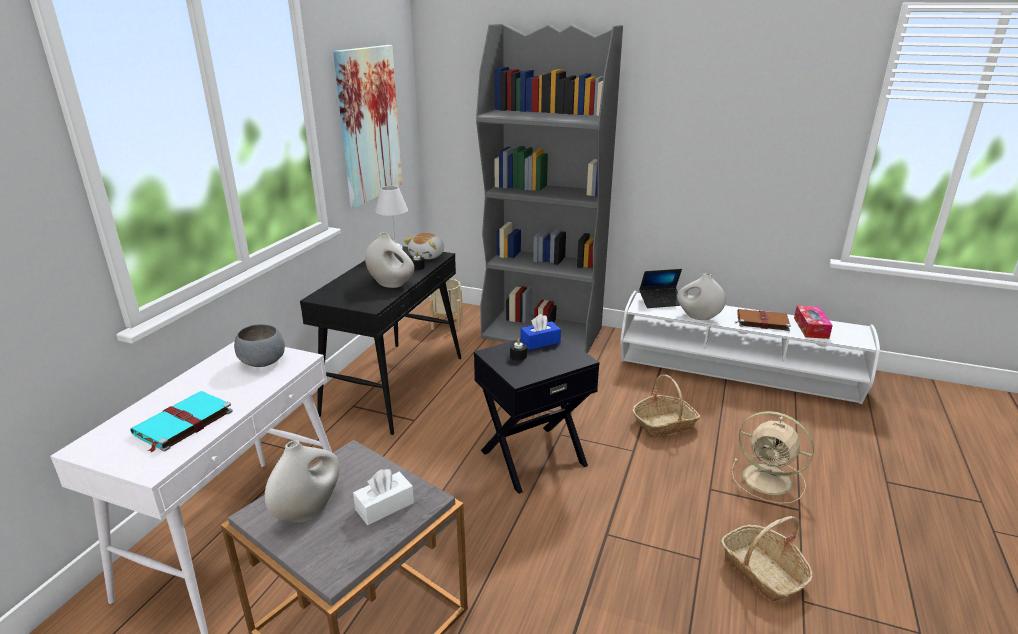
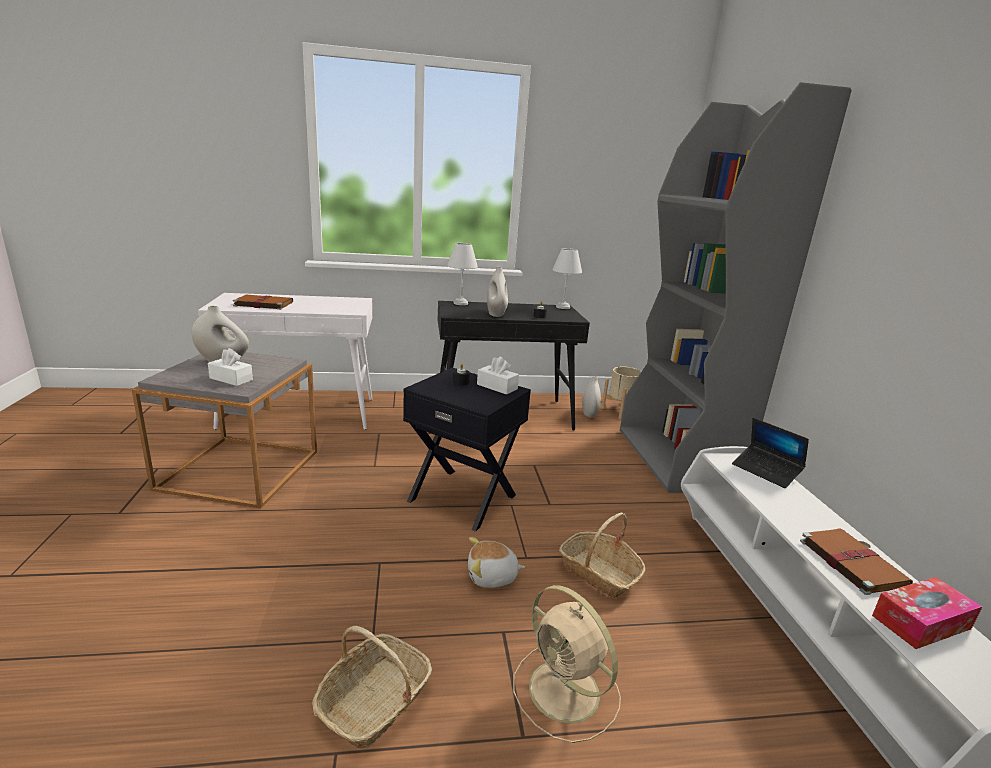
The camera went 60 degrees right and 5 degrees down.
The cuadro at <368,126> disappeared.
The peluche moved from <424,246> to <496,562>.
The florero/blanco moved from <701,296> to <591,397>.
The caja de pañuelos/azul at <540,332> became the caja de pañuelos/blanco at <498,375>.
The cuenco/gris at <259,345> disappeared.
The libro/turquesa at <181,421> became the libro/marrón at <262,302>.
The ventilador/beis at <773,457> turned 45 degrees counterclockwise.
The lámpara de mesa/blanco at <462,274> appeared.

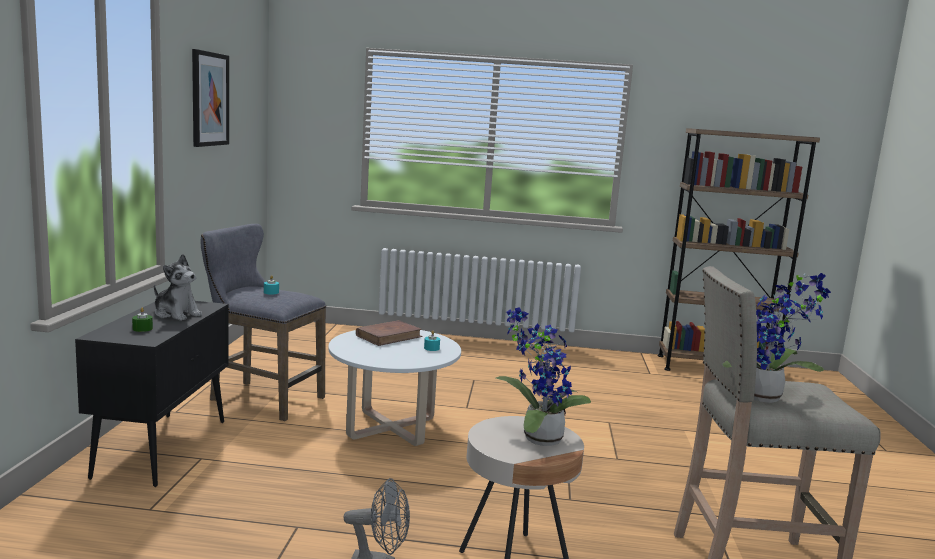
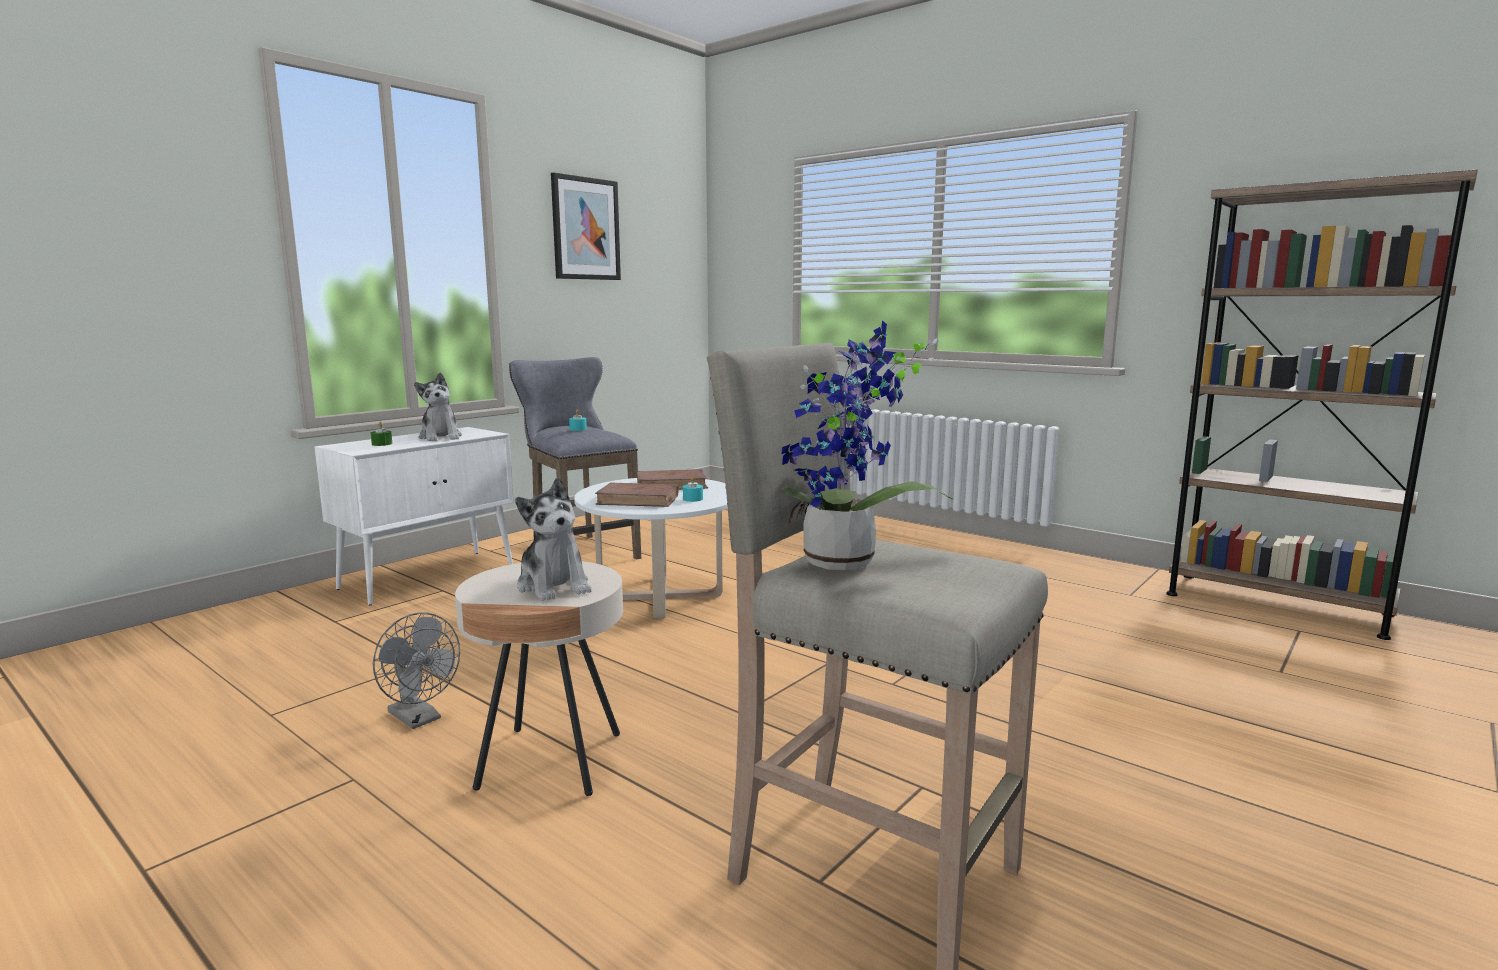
The camera went 35 degrees right and 0 degrees up.
The armario/negro at <152,394> became the armario/blanco at <414,516>.
The planta en maceta at <543,376> was replaced by the peluche at <553,539>.
The libro/marrón at <636,494> appeared.

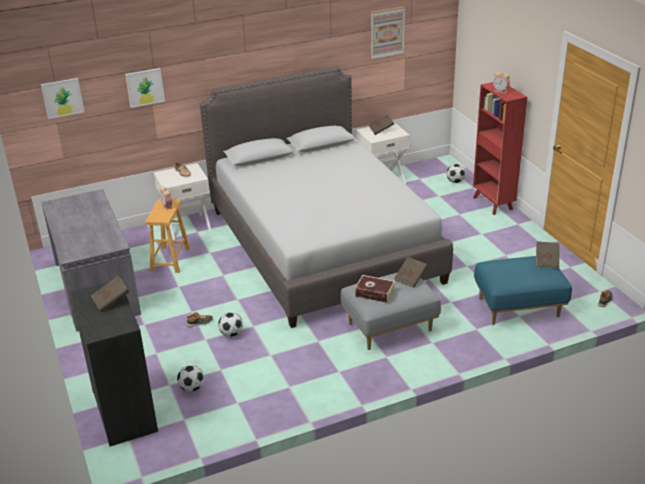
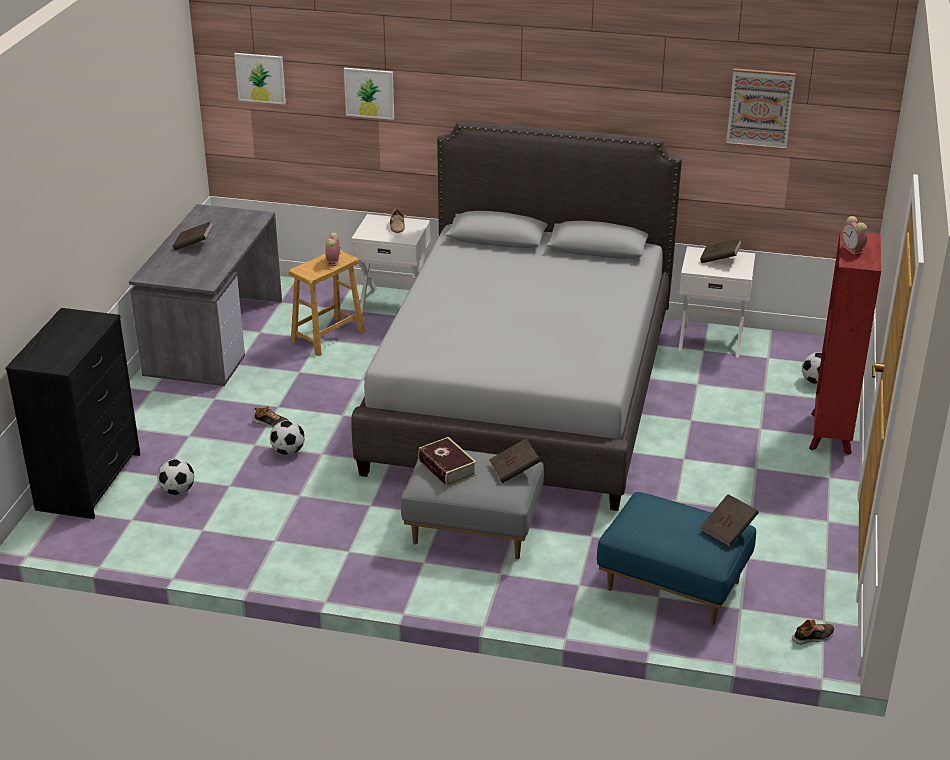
The camera went 35 degrees right and 0 degrees up.
The libro/marrón moved from <110,294> to <193,235>.

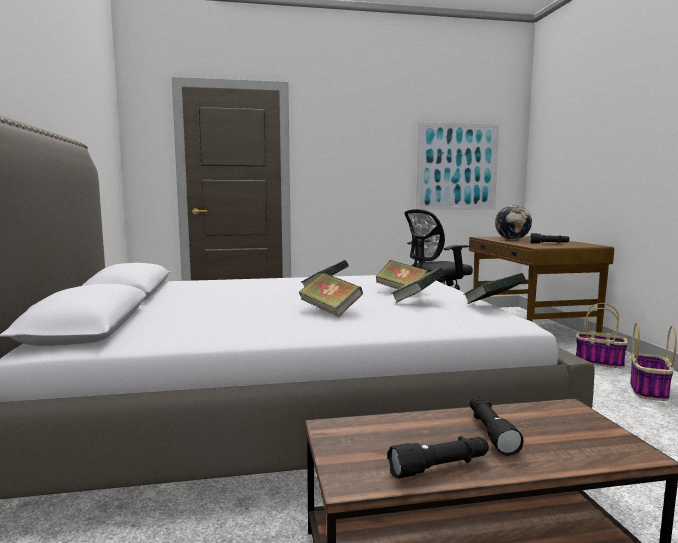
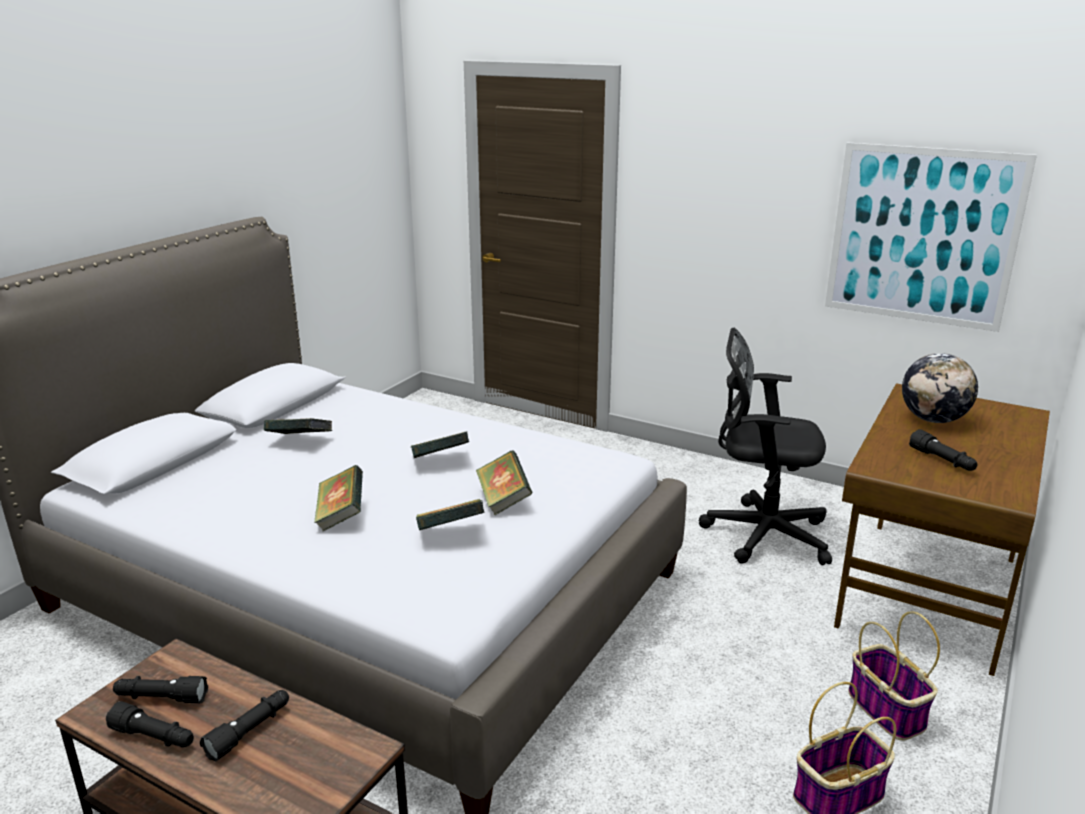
The camera went 40 degrees right and 15 degrees up.
The libro moved from <494,288> to <298,426>.
The linterna/negro at <160,689> appeared.

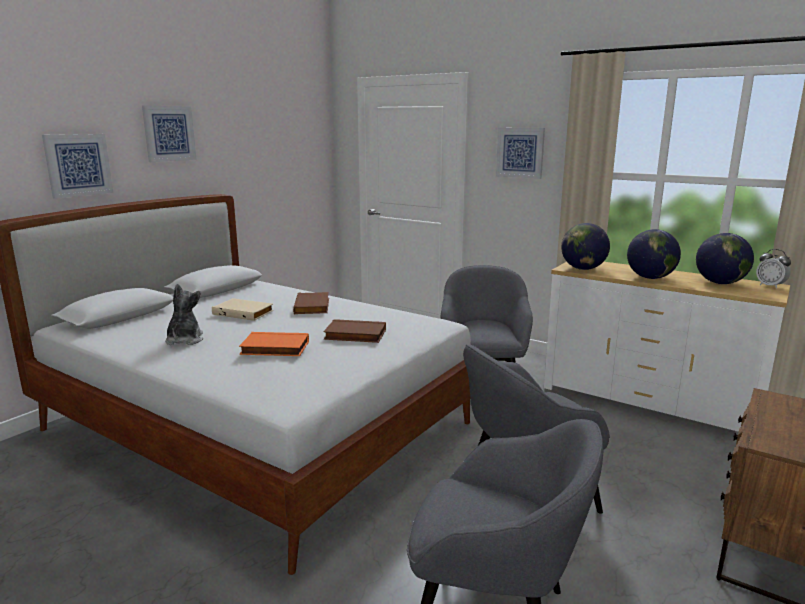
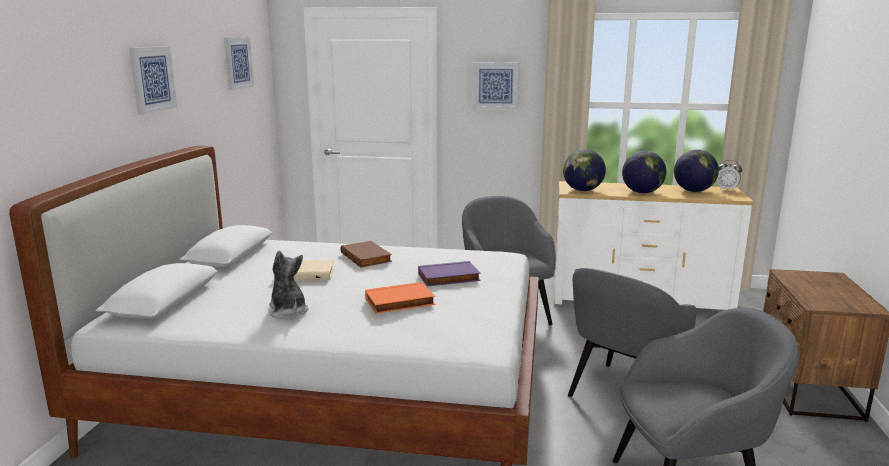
The camera went 25 degrees left and 0 degrees up.
The cuadro moved from <77,166> to <239,63>.
The libro/marrón at <354,331> became the libro/morado at <449,273>.

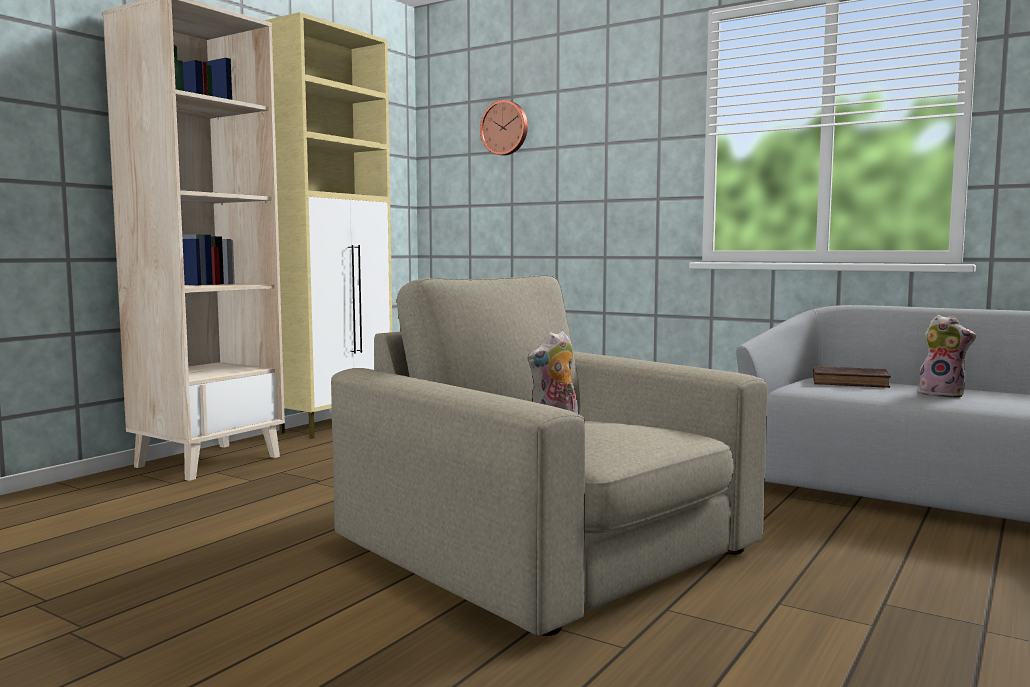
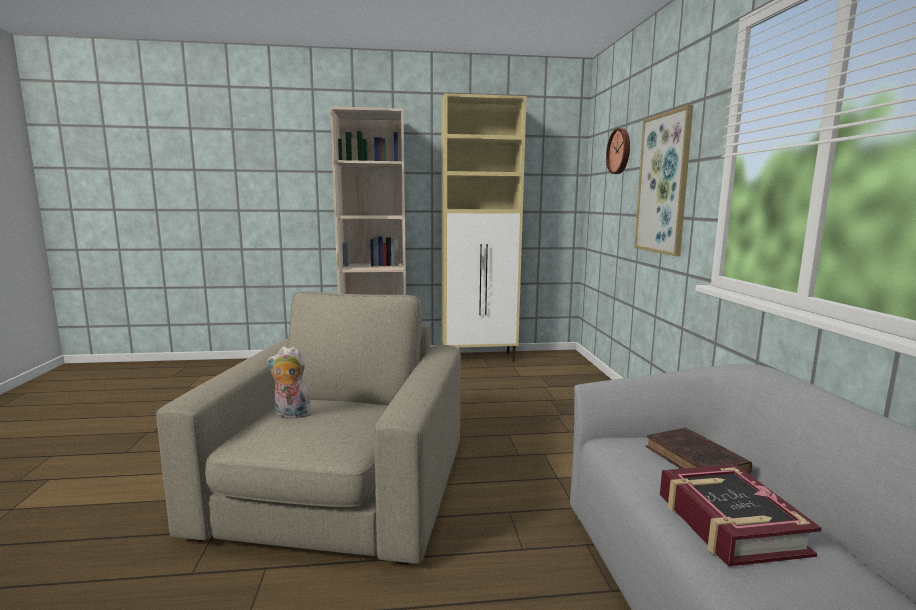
The camera went 50 degrees right and 5 degrees up.
The peluche at <947,356> was replaced by the libro at <741,515>.
The cuadro at <663,180> appeared.

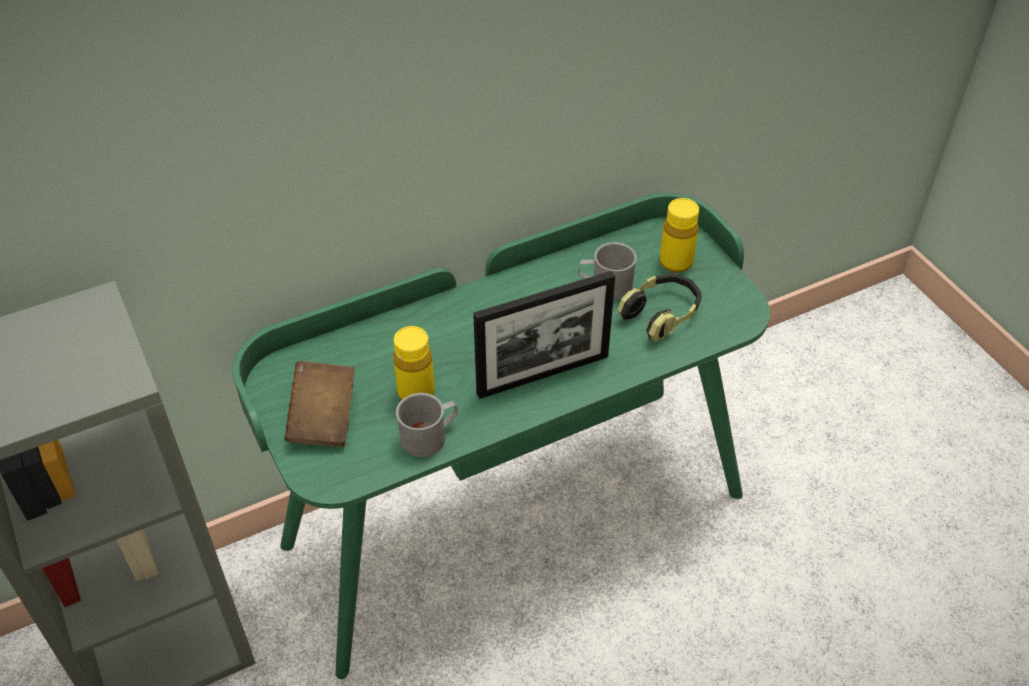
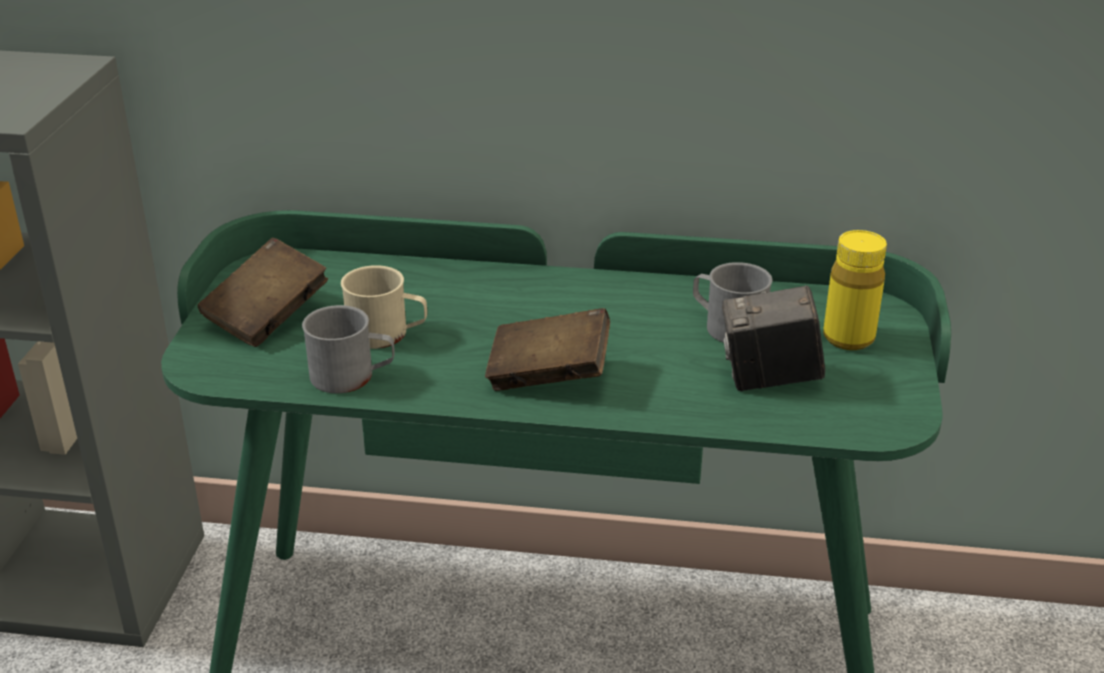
The camera went 35 degrees right and 15 degrees down.
The portarretratos at <544,335> was replaced by the libro/marrón at <547,349>.
The auriculares at <659,307> was replaced by the cámara at <773,338>.
The botella/amarillo at <414,363> was replaced by the taza grande/beis at <384,307>.

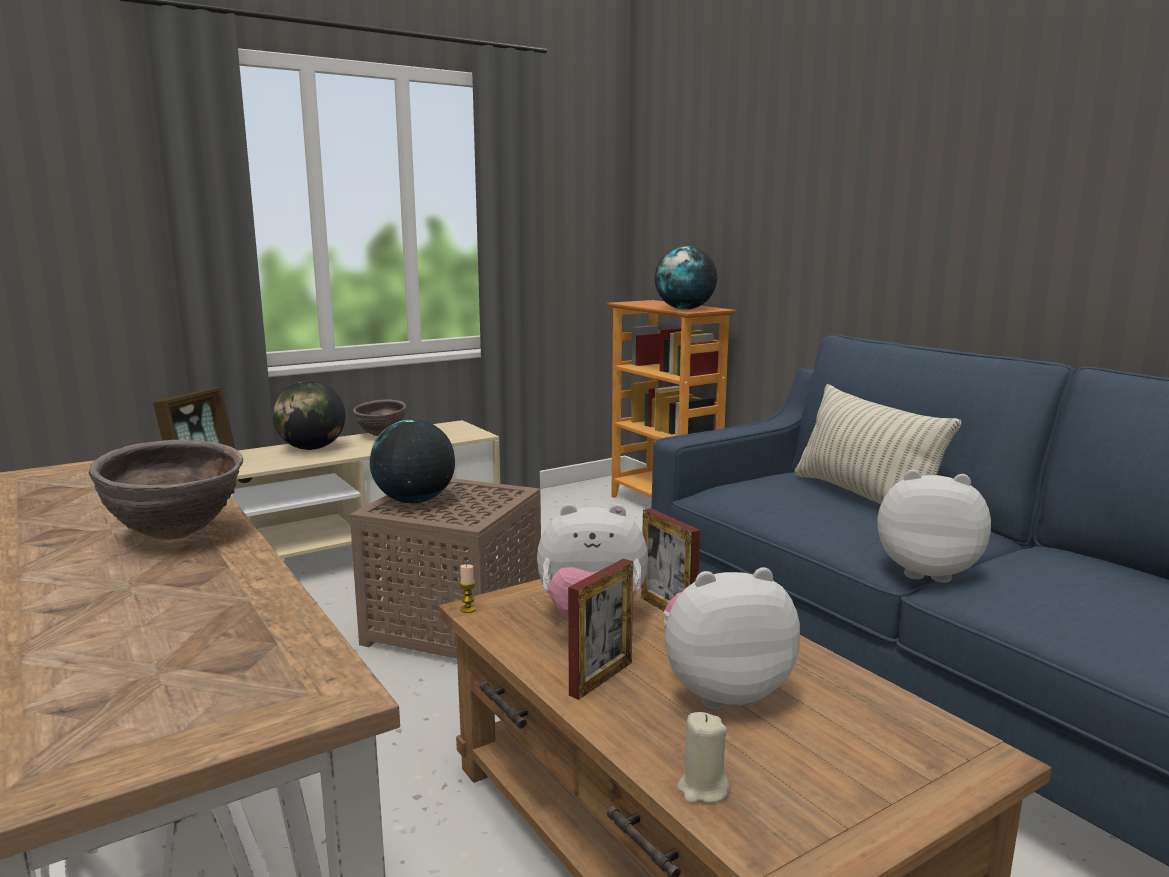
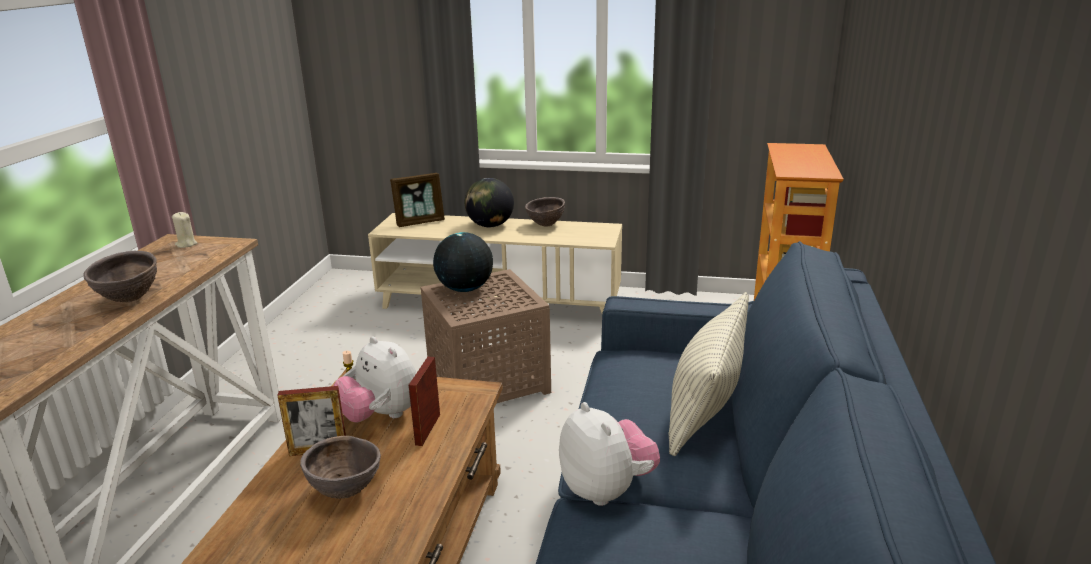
The camera went 45 degrees right and 10 degrees up.
The globo terráqueo at <686,278> disappeared.
The peluche at <731,638> was replaced by the cuenco/marrón at <340,467>.
The vela/beis moved from <703,757> to <185,230>.

